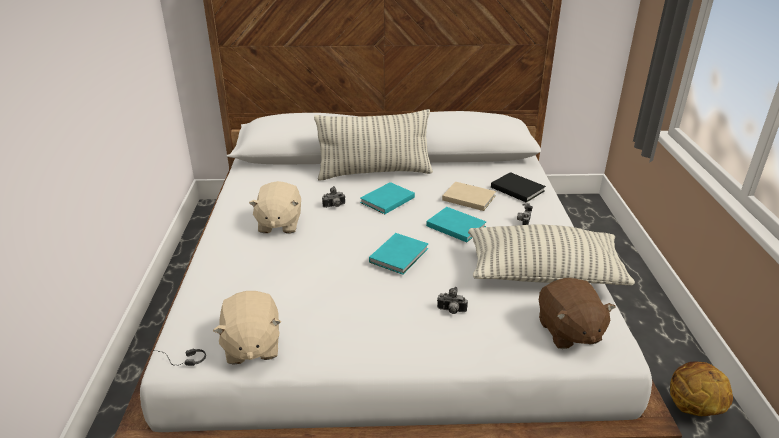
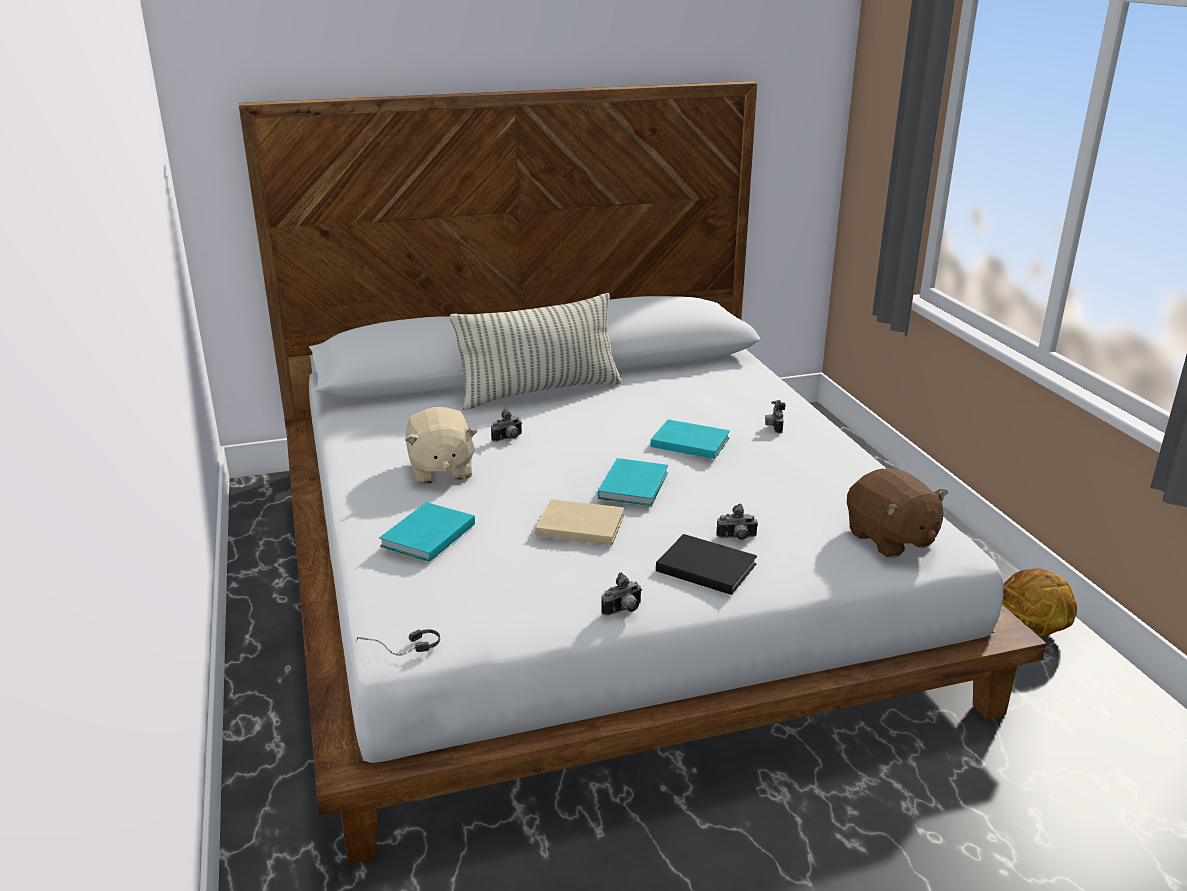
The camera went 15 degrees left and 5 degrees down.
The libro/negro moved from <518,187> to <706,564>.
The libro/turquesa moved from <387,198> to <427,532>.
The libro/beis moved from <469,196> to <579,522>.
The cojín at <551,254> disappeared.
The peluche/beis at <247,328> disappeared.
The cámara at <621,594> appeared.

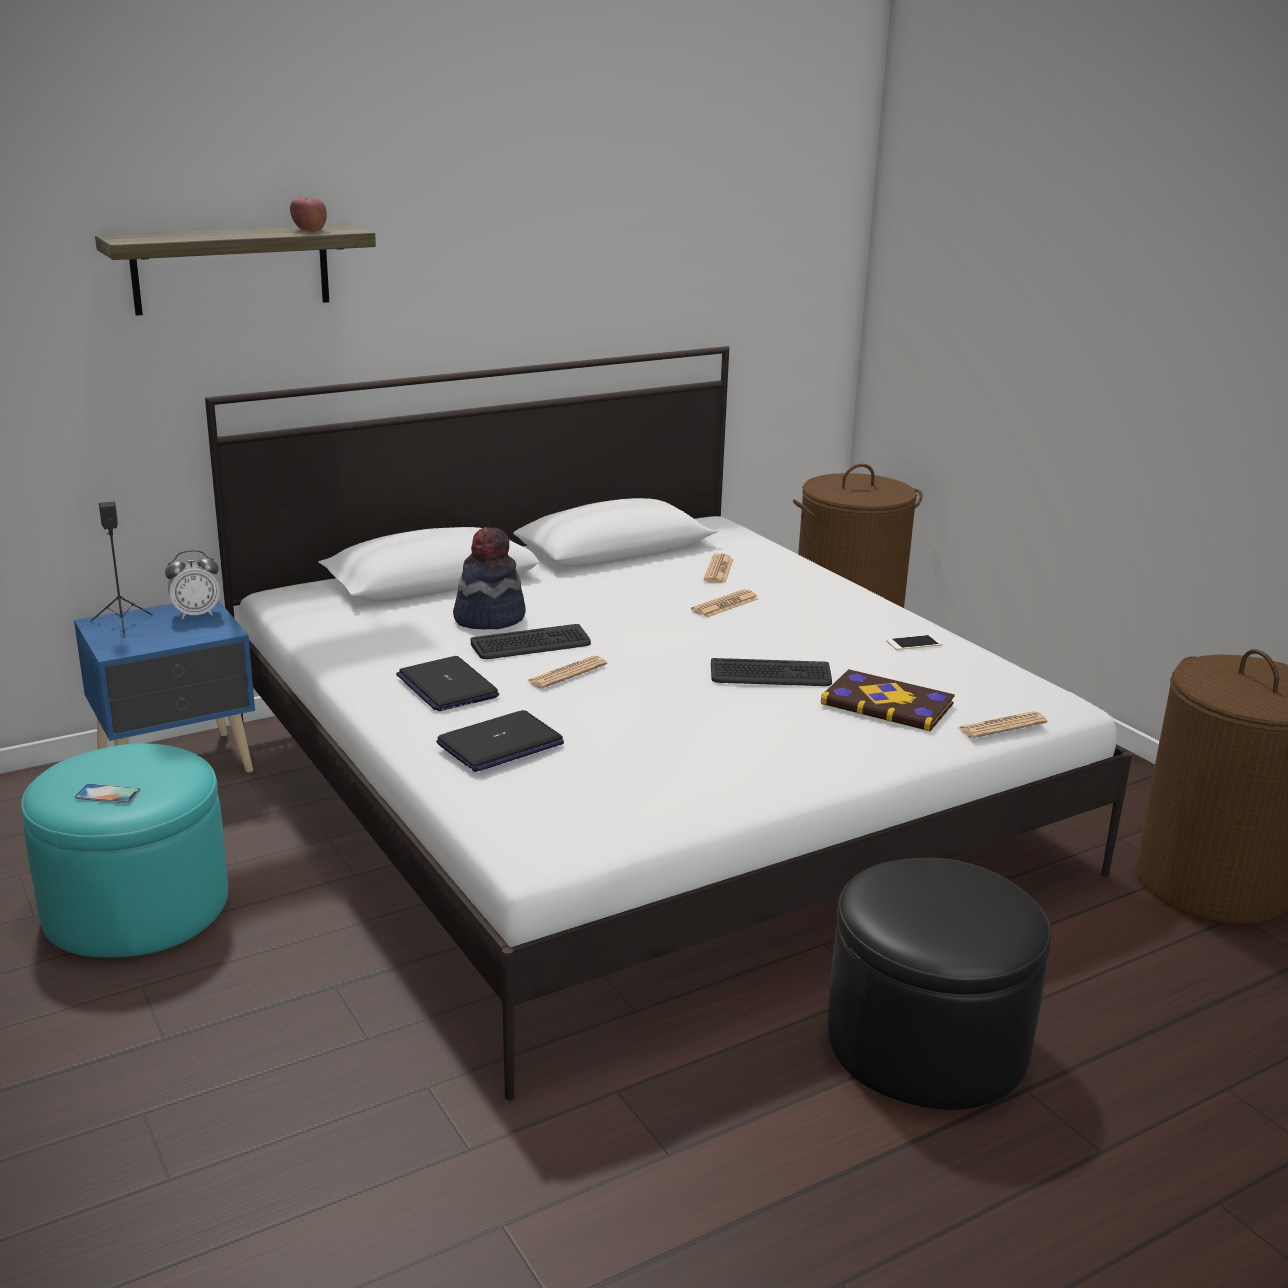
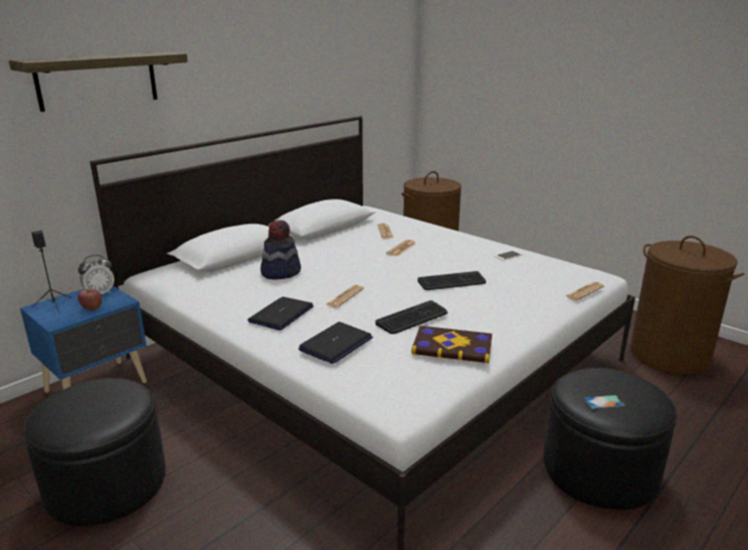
The camera went 15 degrees left and 0 degrees up.
The manzana moved from <308,214> to <90,299>.
The teclado moved from <531,641> to <412,317>.
The portátil at <447,683> turned 75 degrees clockwise.
The libro moved from <888,700> to <452,344>.
The puf/turquesa at <124,850> became the puf/negro at <94,452>.
The móvil moved from <107,793> to <604,402>.

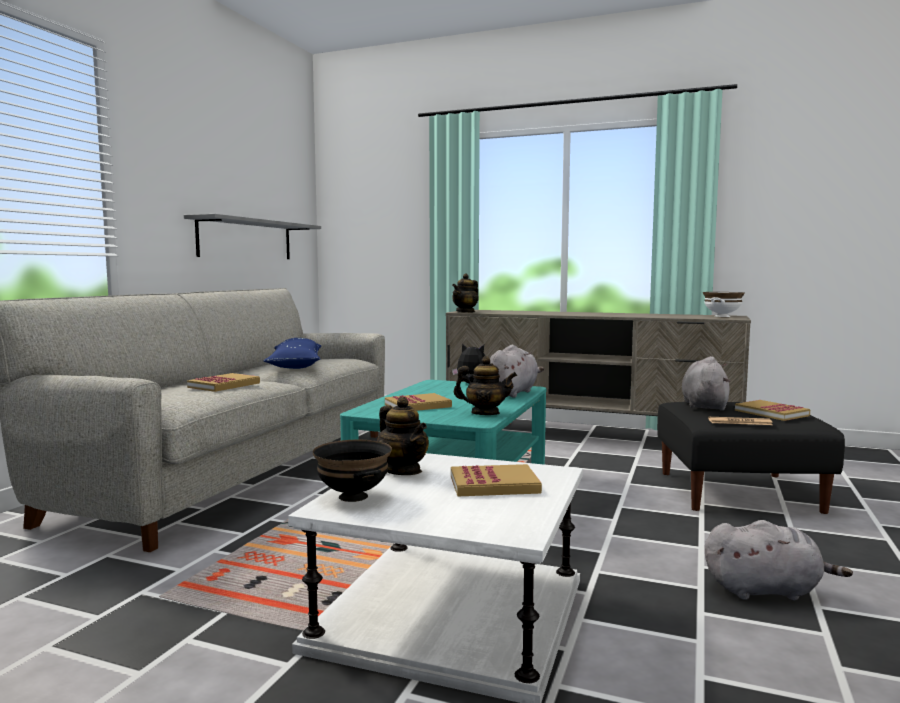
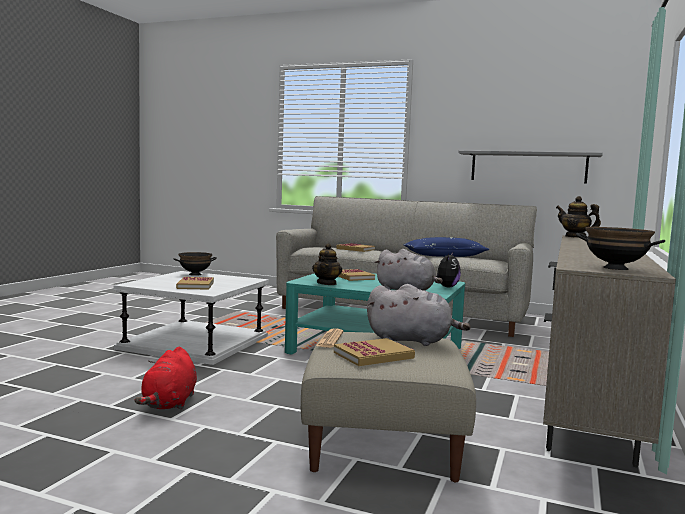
The camera went 90 degrees right and 0 degrees up.
The cuenco/blanco at <724,304> became the cuenco/negro at <620,248>.
The tetera at <403,436> disappeared.
The puf/negro at <751,458> became the puf/beis at <388,407>.
The peluche/gris at <779,560> became the peluche/rojo at <166,378>.

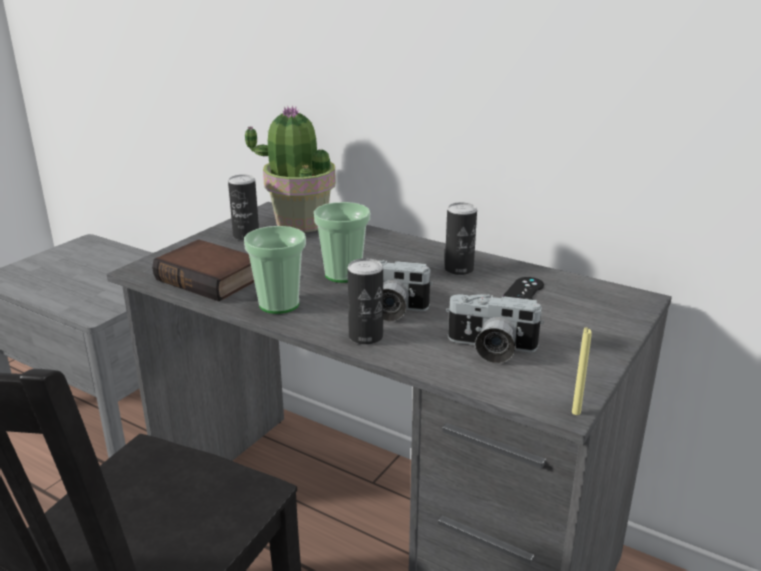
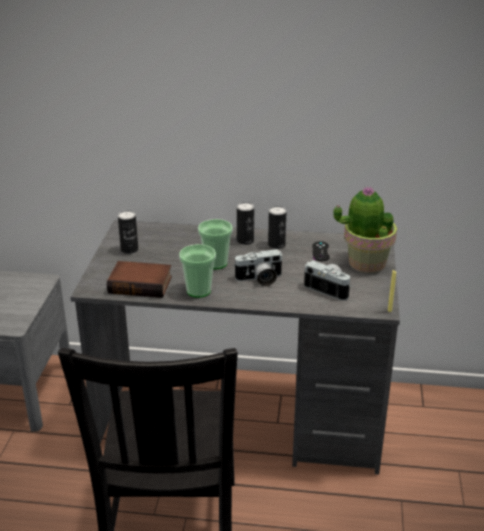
The camera went 25 degrees left and 5 degrees up.
The planta en maceta moved from <290,169> to <365,229>.
The lata moved from <365,301> to <245,223>.
The cámara at <495,328> turned 135 degrees counterclockwise.

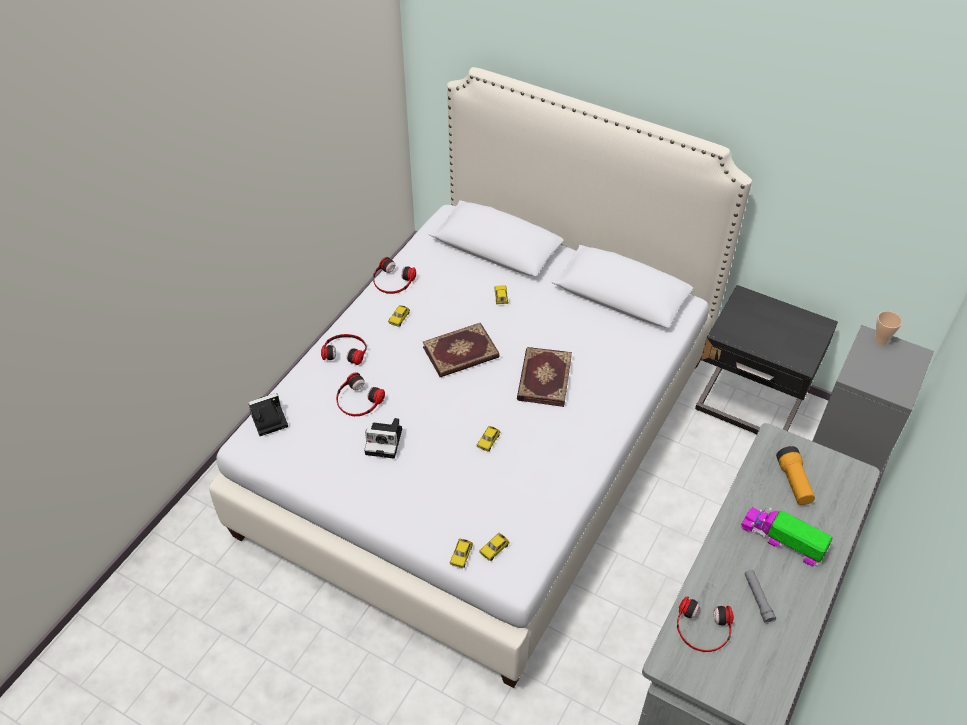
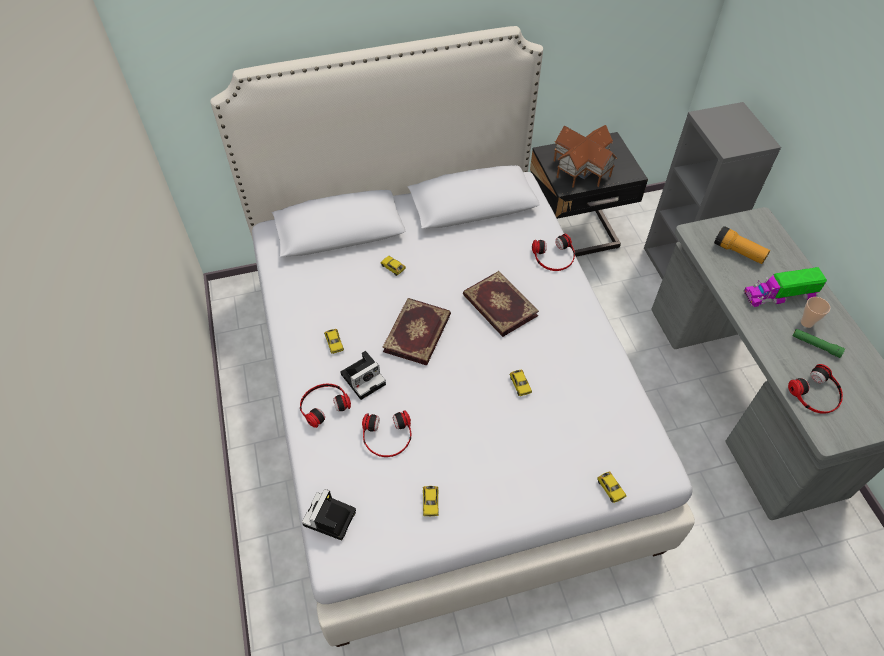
The camera went 45 degrees left and 5 degrees up.
The auriculares moved from <394,275> to <553,252>.
The taza moved from <888,328> to <815,312>.
The cámara moved from <383,438> to <363,375>.
The coche de juguete moved from <494,547> to <430,501>.
The linterna/gris at <760,597> became the linterna/verde at <819,343>.
The casita at <585,156> appeared.

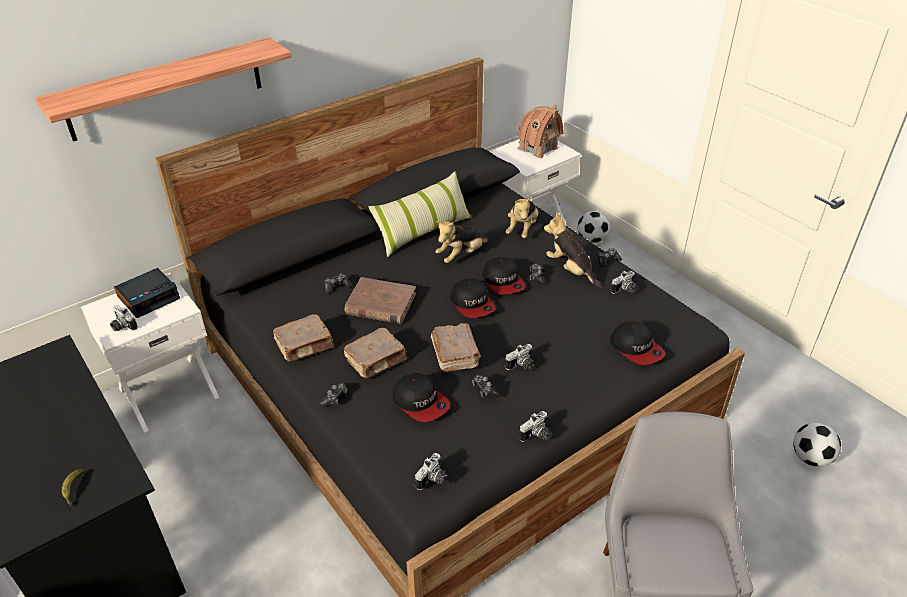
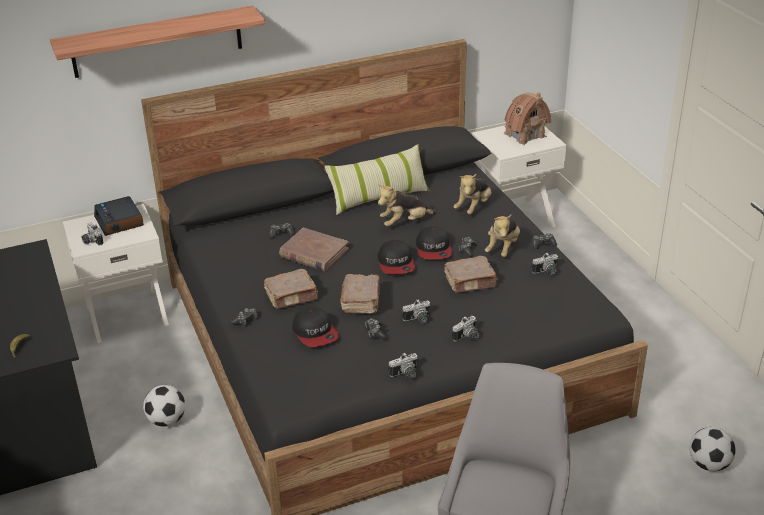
The camera went 15 degrees right and 5 degrees down.
The balón de fútbol moved from <593,227> to <164,406>.
The peluche at <573,250> turned 135 degrees counterclockwise.
The despertador at <147,293> turned 90 degrees clockwise.
The libro/marrón moved from <303,338> to <470,274>.
The gorra at <637,343> disappeared.
The cámara moved from <431,471> to <466,329>.

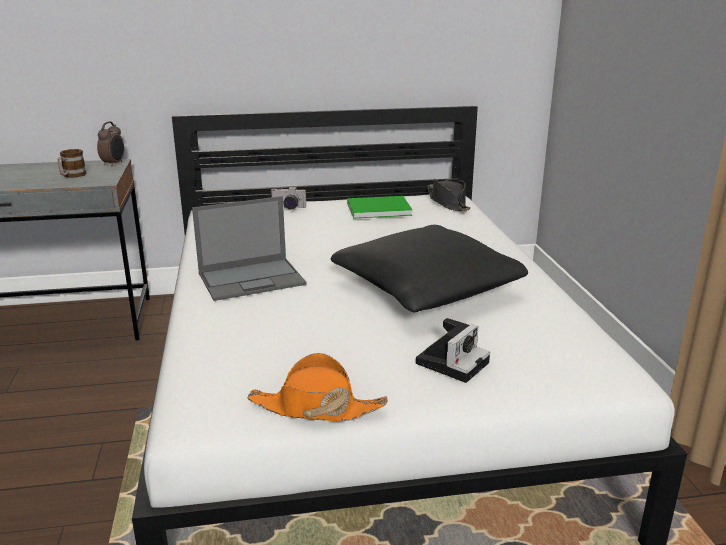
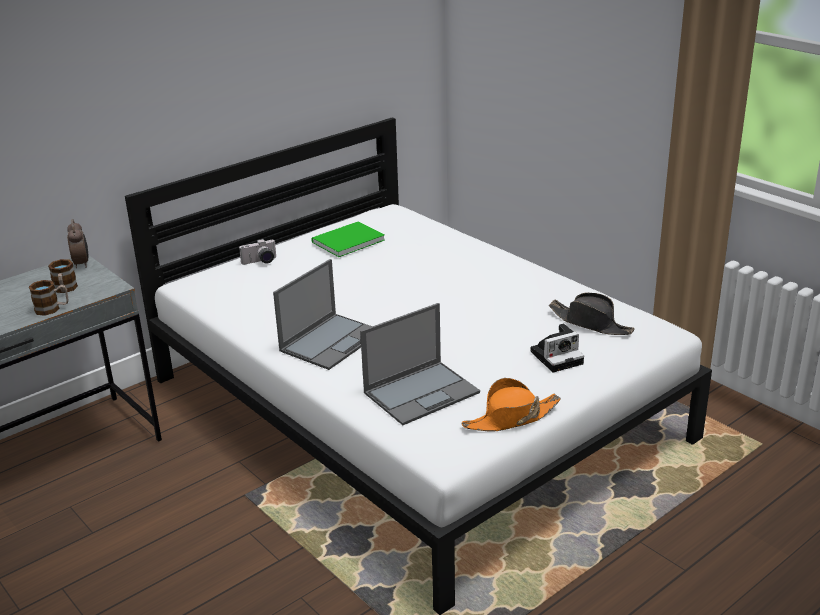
The camera went 30 degrees left and 5 degrees up.
The sombrero/negro moved from <449,195> to <591,313>.
The cojín/negro at <429,268> disappeared.
The cámara at <453,350> turned 60 degrees clockwise.
The taza grande at <49,298> appeared.
The portátil at <420,364> appeared.

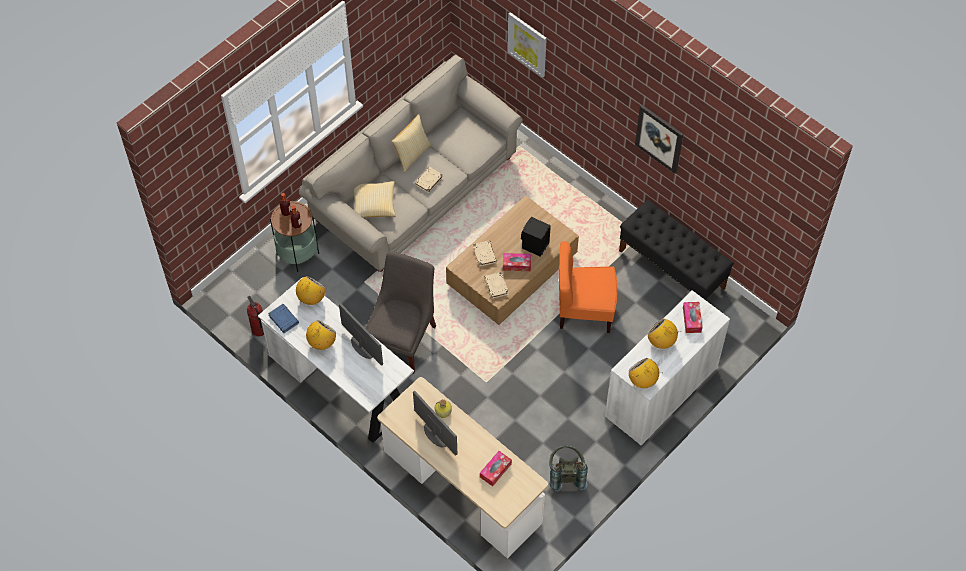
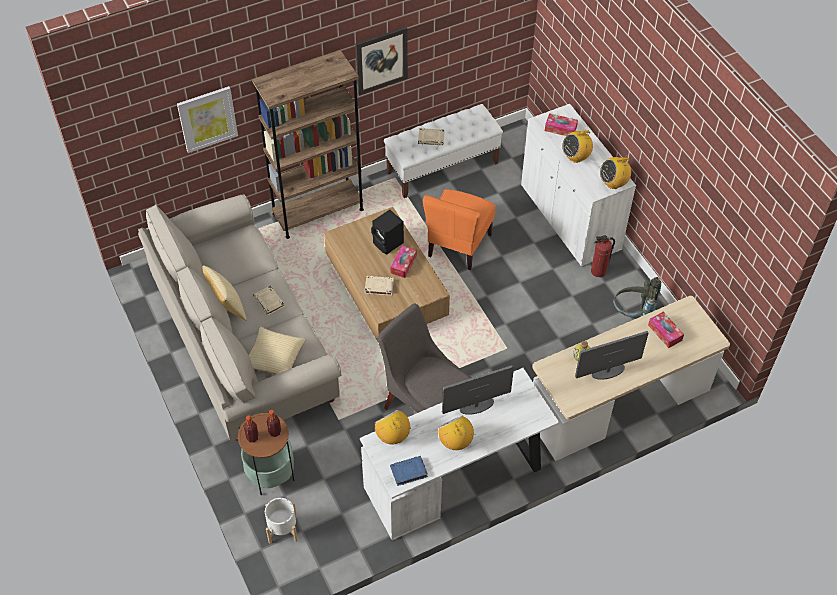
The camera went 70 degrees left and 5 degrees down.
The banco/negro at <676,250> became the banco/blanco at <443,151>.
The libro/beis moved from <496,285> to <431,136>.
The extintor moved from <255,316> to <603,256>.
The estantería/marrón at <308,144> appeared.
The maceta/blanco at <281,521> appeared.

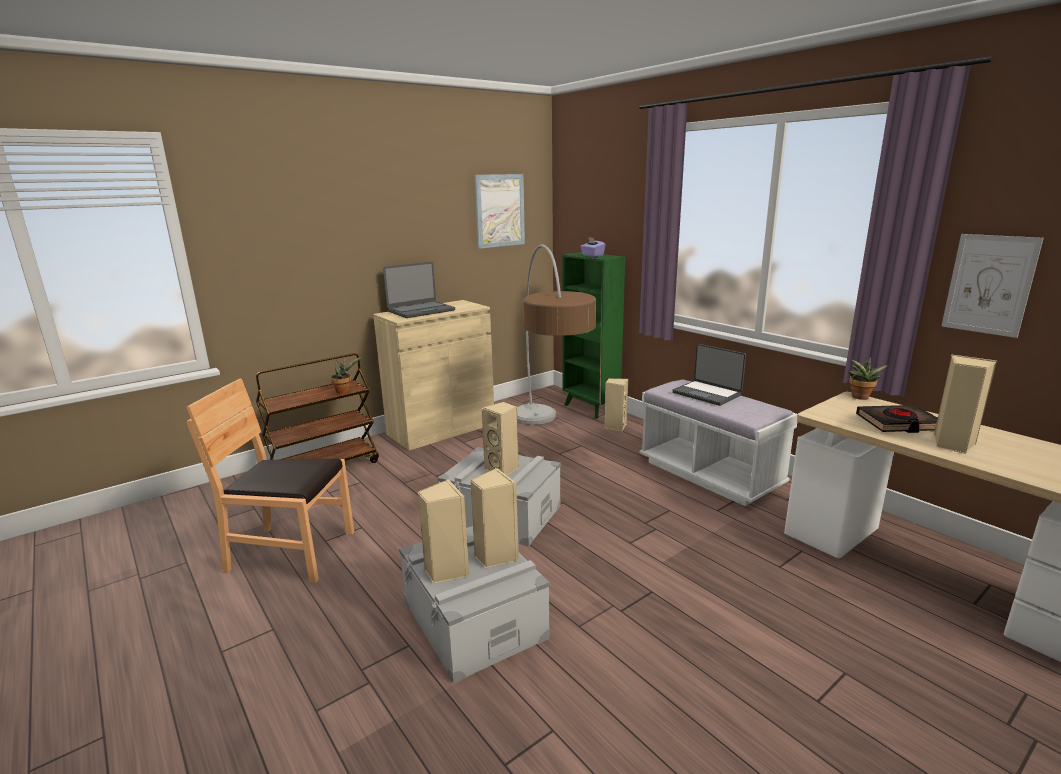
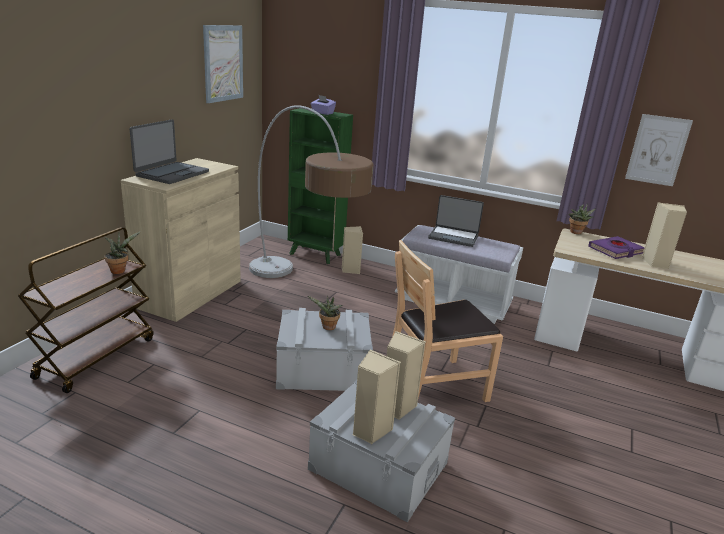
The camera went 30 degrees left and 5 degrees up.
The silla/marrón moved from <270,480> to <447,321>.
The altavoz/beis at <500,438> was replaced by the planta en maceta at <325,313>.
The libro/negro at <897,419> became the libro/morado at <616,247>.

